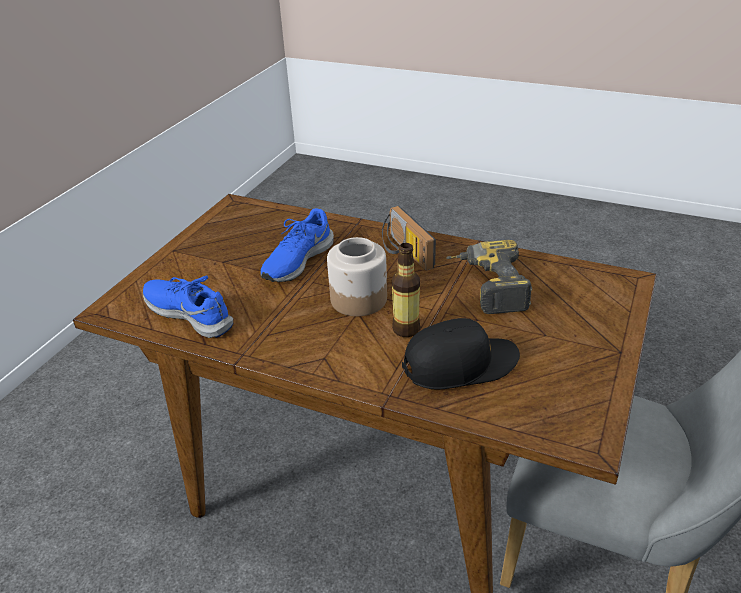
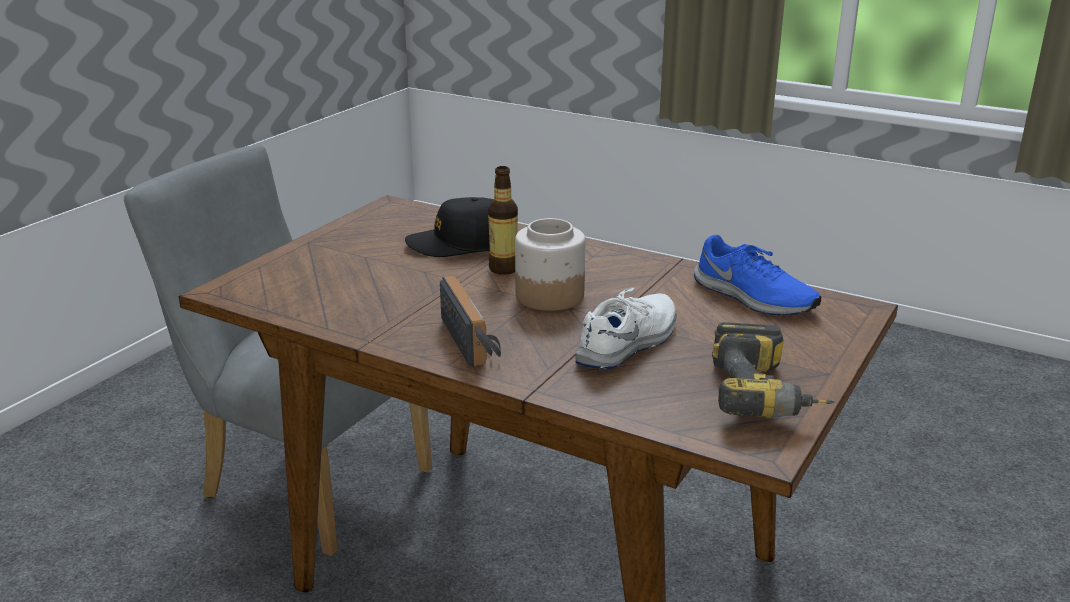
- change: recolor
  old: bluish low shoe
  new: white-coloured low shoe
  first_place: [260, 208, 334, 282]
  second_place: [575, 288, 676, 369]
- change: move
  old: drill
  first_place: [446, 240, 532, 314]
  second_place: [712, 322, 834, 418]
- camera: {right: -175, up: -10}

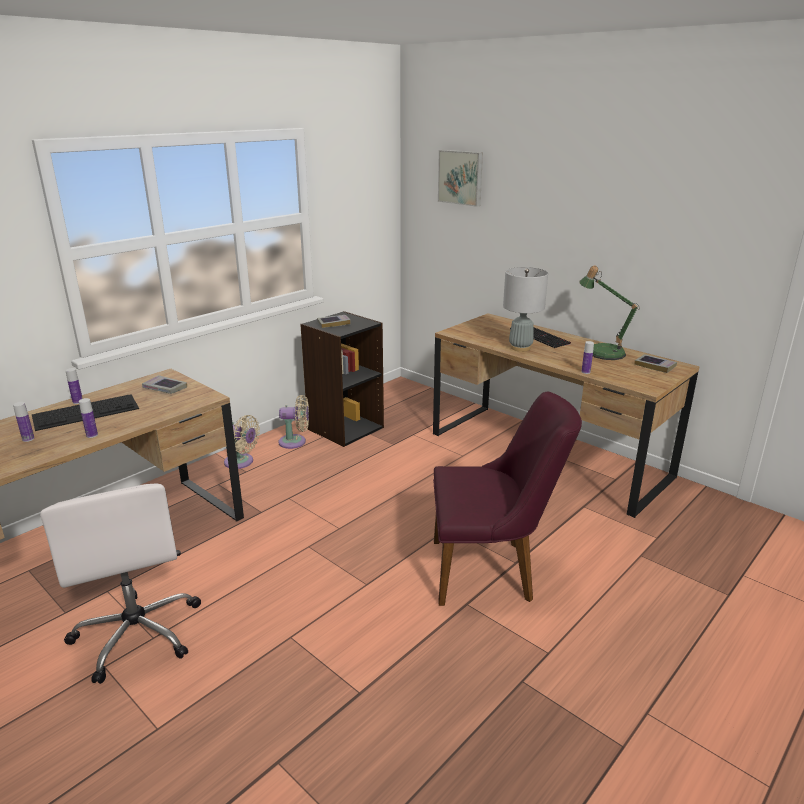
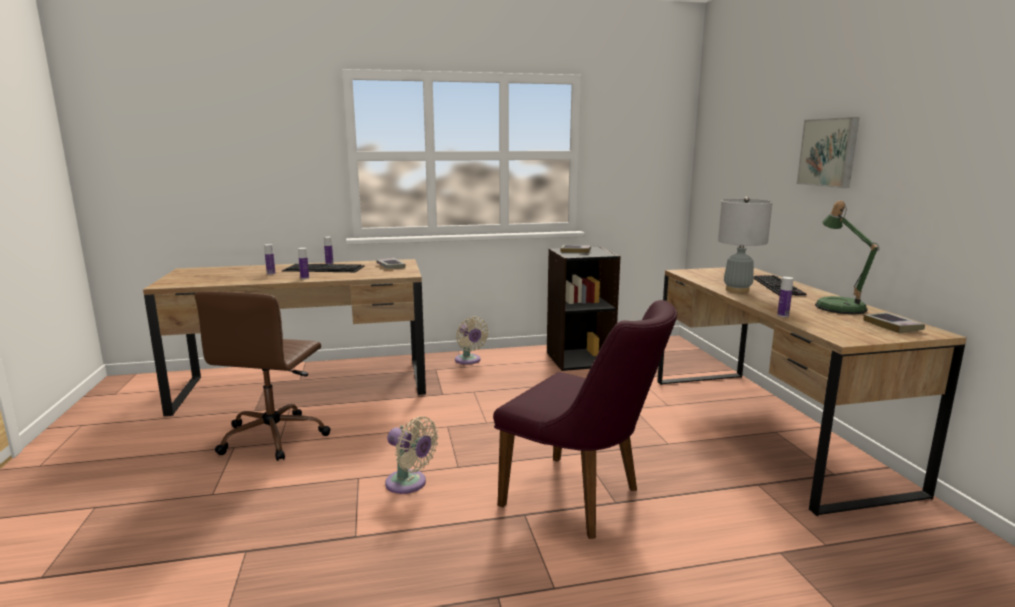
- change: move
  old: picture
  first_place: [438, 150, 483, 207]
  second_place: [797, 117, 860, 188]
- change: move
  old: beige fan
  first_place: [278, 395, 309, 449]
  second_place: [385, 417, 438, 494]
- change: recolor
  old: white-coloured computer chair
  new: brown-coloured computer chair
  first_place: [40, 483, 201, 684]
  second_place: [195, 291, 331, 461]
- camera: {right: 35, up: -10}

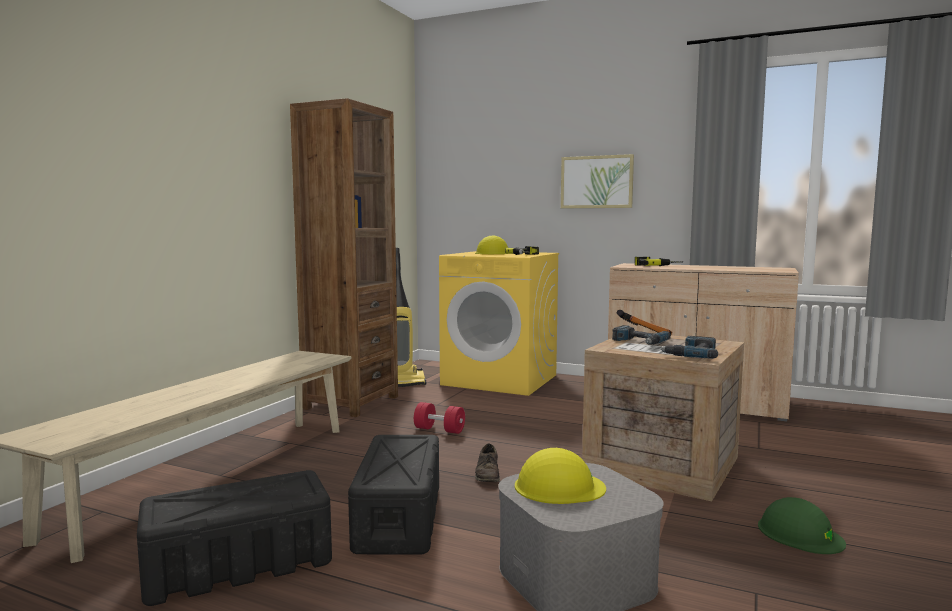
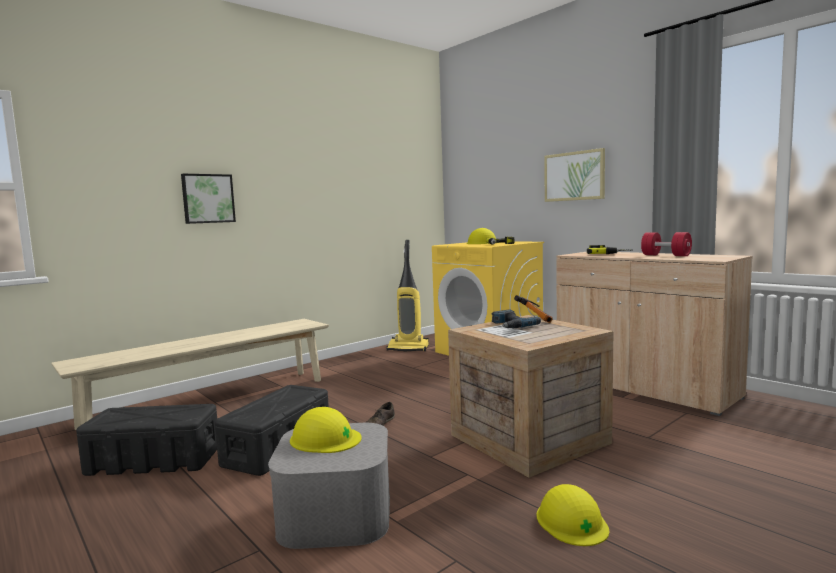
- change: delete
  old: brown-coloured shelving unit
  first_place: [290, 98, 398, 417]
- change: delete
  old: drill
  first_place: [660, 336, 718, 359]
- change: move
  old: red-coloured dumbbell
  first_place: [414, 402, 465, 434]
  second_place: [641, 232, 692, 256]
- change: recolor
  old: green work helmet
  new: yellowish work helmet
  first_place: [758, 497, 846, 554]
  second_place: [537, 484, 609, 546]
- change: insert
  new: picture
  second_place: [181, 174, 236, 224]
- camera: {right: 25, up: 0}

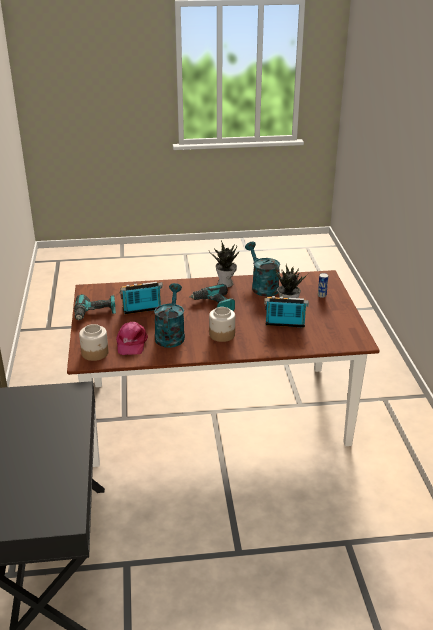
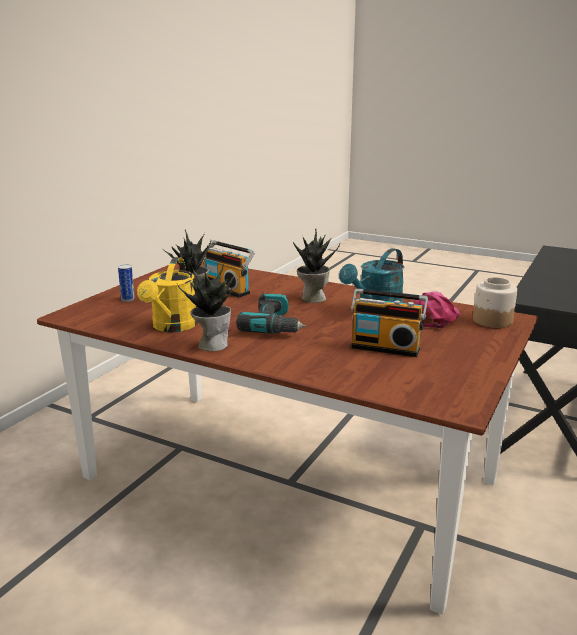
- change: recolor
  old: turquoise sprinkling can
  new: yellowish sprinkling can
  first_place: [245, 242, 280, 296]
  second_place: [137, 257, 198, 332]
- change: delete
  old: drill
  first_place: [74, 294, 116, 320]
- change: replace
  old: storage jar
  new: houseplant
  first_place: [209, 307, 235, 342]
  second_place: [293, 228, 340, 303]
- camera: {right: -145, up: -10}

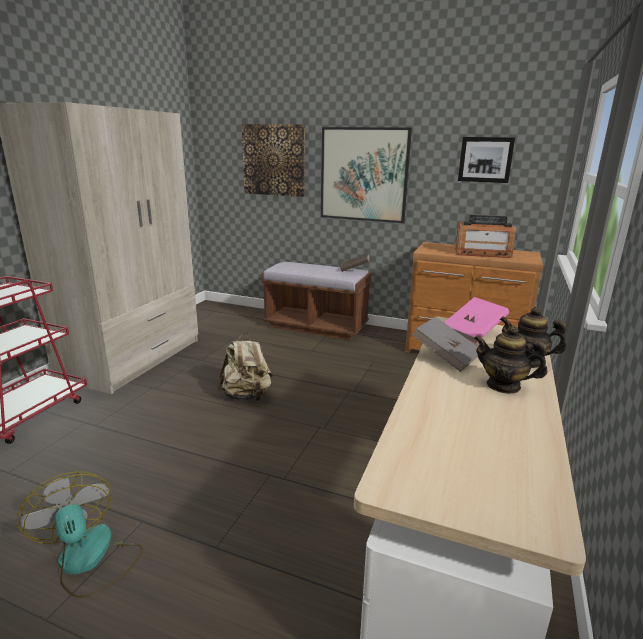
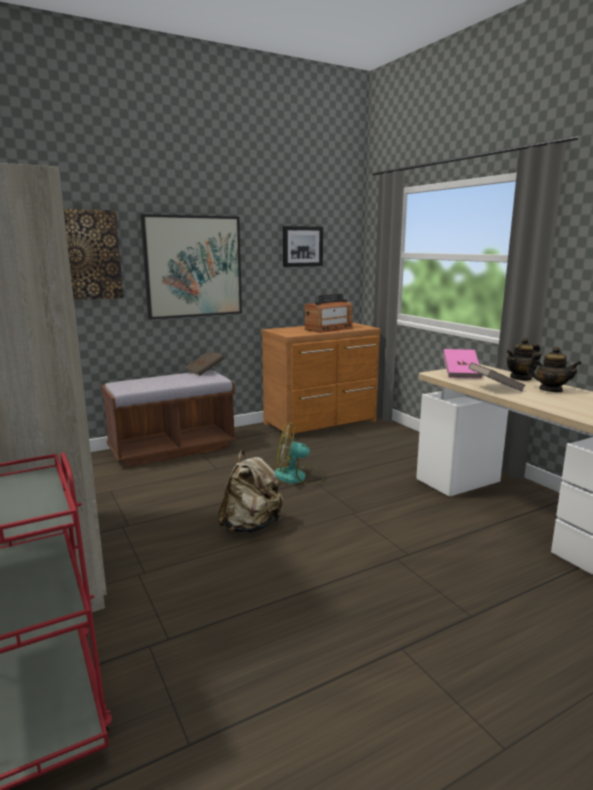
- change: rotate
  old: teapot
  first_place: [474, 326, 547, 394]
  second_place: [527, 346, 582, 392]
  degrees: -120
- change: move
  old: fan
  first_place: [16, 472, 143, 598]
  second_place: [275, 423, 324, 484]
- camera: {right: -50, up: -5}

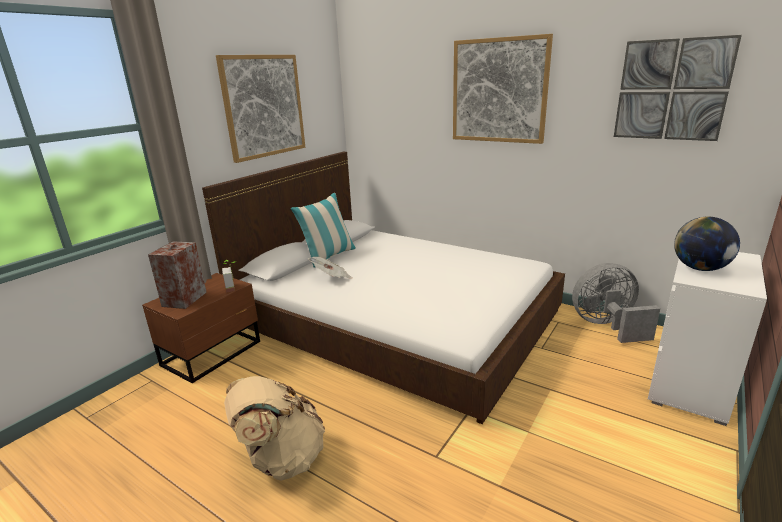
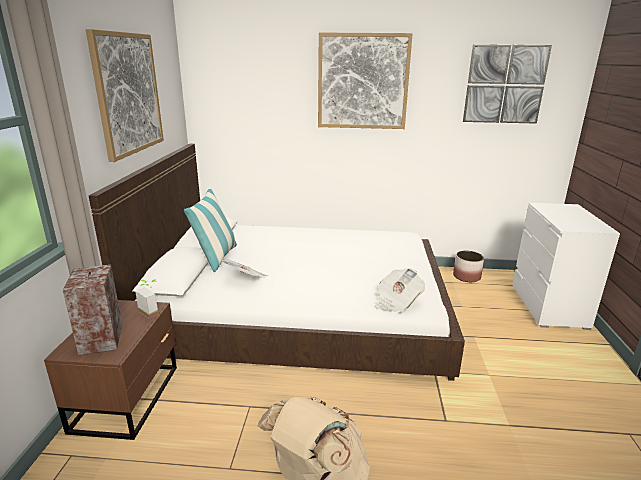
- change: delete
  old: desk globe
  first_place: [674, 217, 740, 271]
- change: replace
  old: gray fan
  new: flower pot
  first_place: [572, 263, 660, 343]
  second_place: [453, 251, 484, 282]
- change: insert
  new: newspaper
  second_place: [375, 268, 425, 313]
- camera: {right: -30, up: 0}

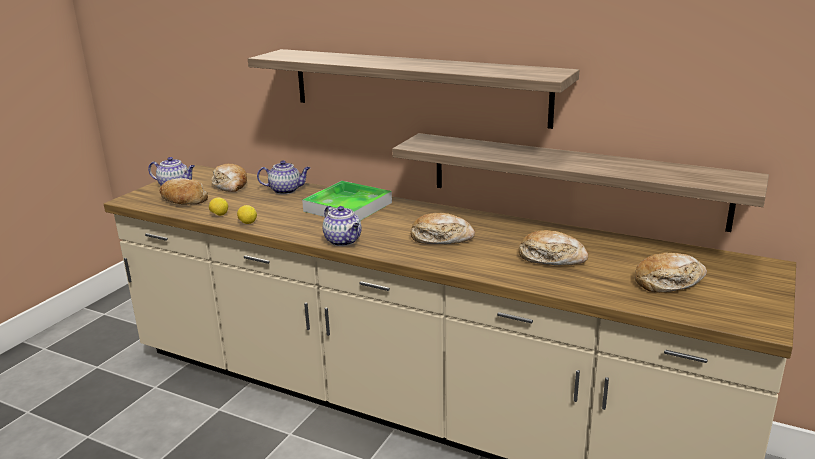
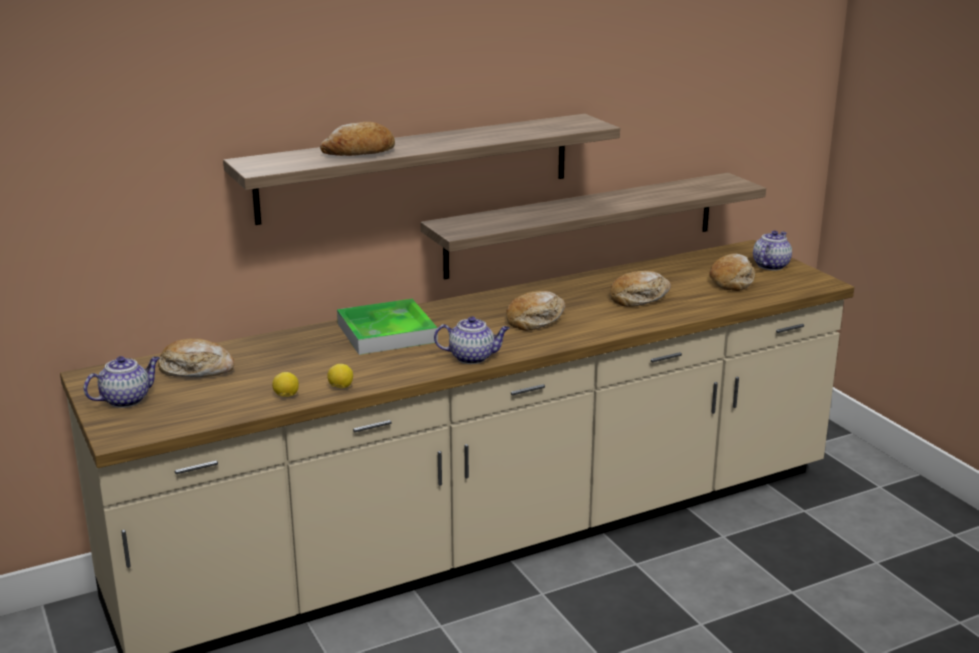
- change: move
  old: teapot
  first_place: [257, 160, 310, 194]
  second_place: [753, 230, 792, 271]
- change: move
  old: bakery bread
  first_place: [160, 178, 208, 205]
  second_place: [320, 122, 395, 156]
- camera: {right: -55, up: 0}

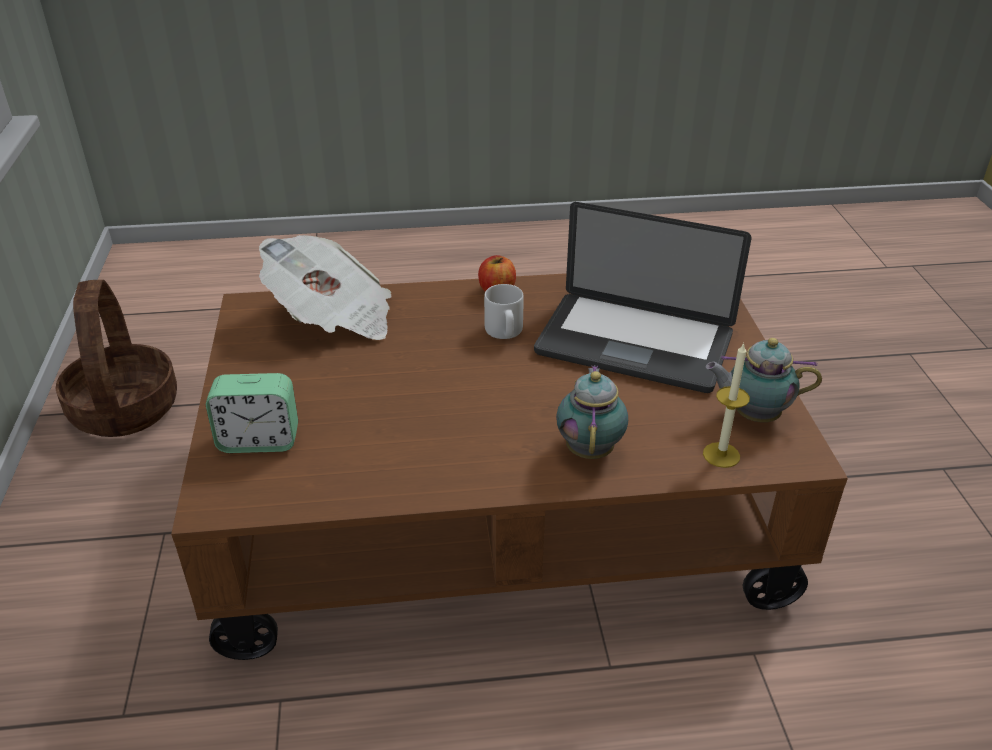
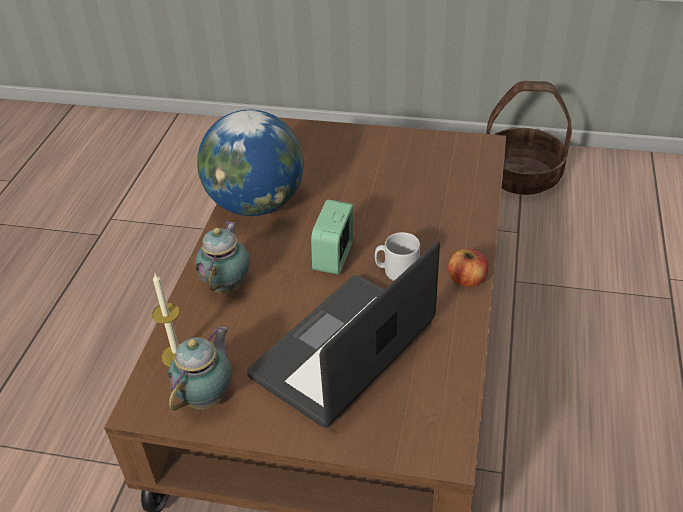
- change: delete
  old: newspaper
  first_place: [259, 235, 392, 340]
- change: rotate
  old: teapot
  first_place: [556, 365, 628, 459]
  second_place: [195, 221, 250, 293]
  degrees: -105
- change: move
  old: alarm clock
  first_place: [206, 373, 298, 453]
  second_place: [311, 199, 354, 274]
- change: insert
  new: desk globe
  second_place: [197, 110, 304, 216]
- camera: {right: 110, up: 5}

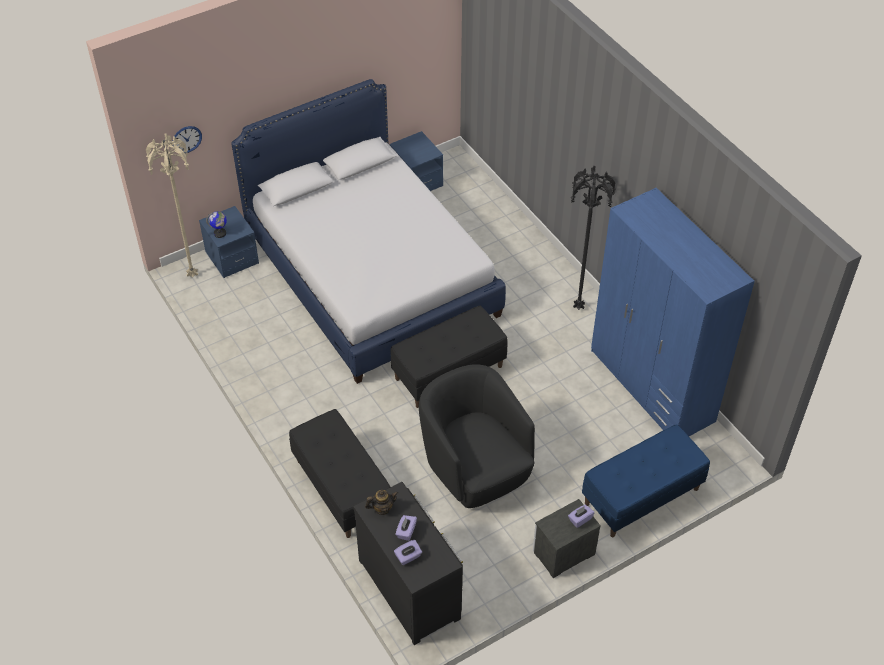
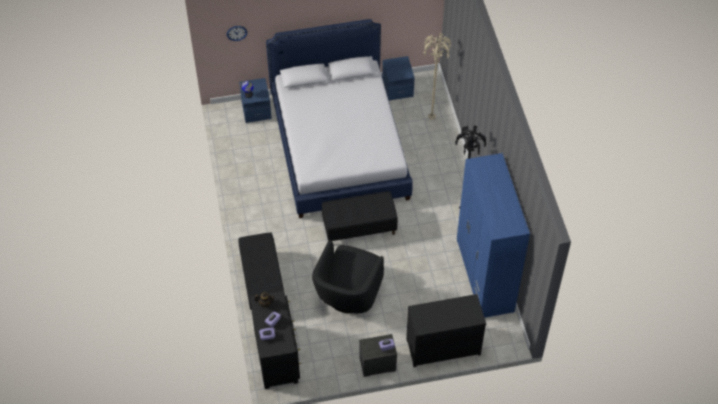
- change: move
  old: beige standing lamp
  first_place: [146, 133, 198, 278]
  second_place: [424, 33, 451, 120]
- change: rotate
  old: blackish lounge chair
  first_place: [419, 364, 535, 508]
  second_place: [312, 240, 384, 313]
  degrees: -150
- change: replace
  old: bluish indoor bench
  new: blackish dresser
  first_place: [582, 424, 710, 537]
  second_place: [406, 294, 486, 367]
- camera: {right: 20, up: 5}

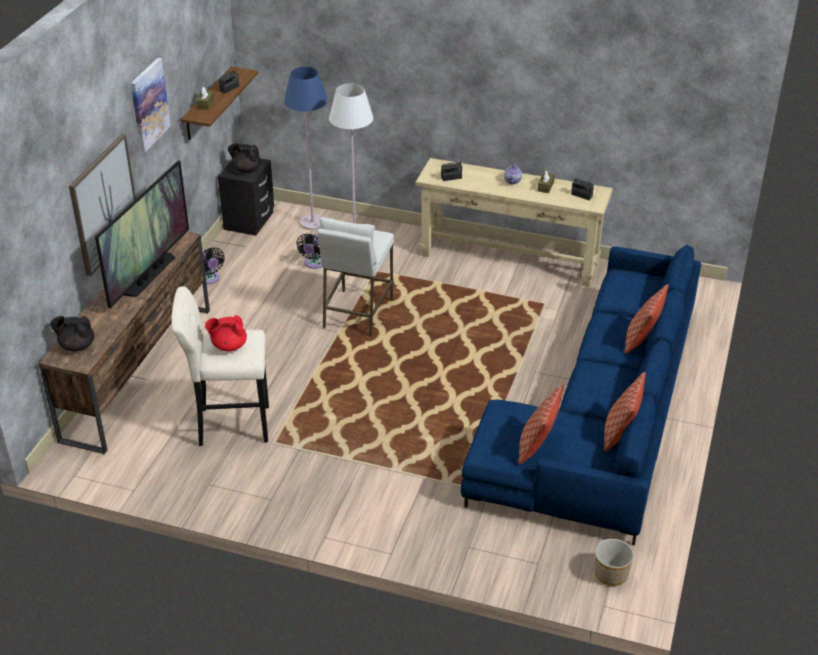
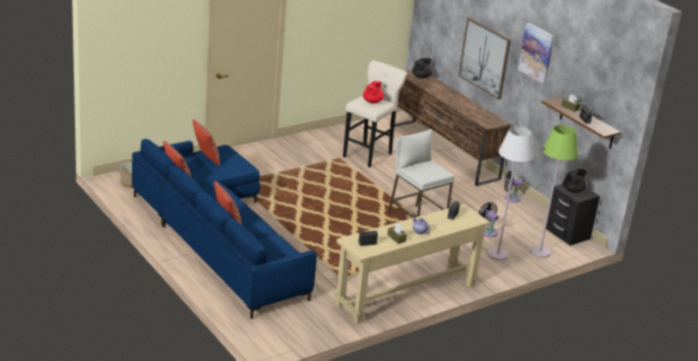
- change: recolor
  old: bluish standing lamp
  new: green standing lamp
  first_place: [284, 67, 328, 230]
  second_place: [530, 125, 578, 258]
- change: delete
  old: TV
  first_place: [95, 160, 189, 308]
- camera: {right: 125, up: -10}

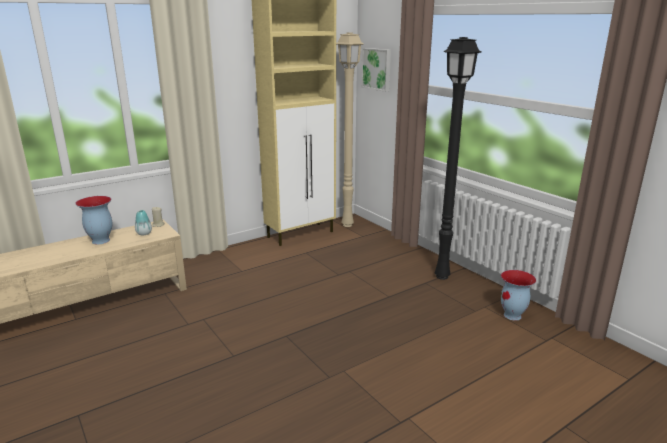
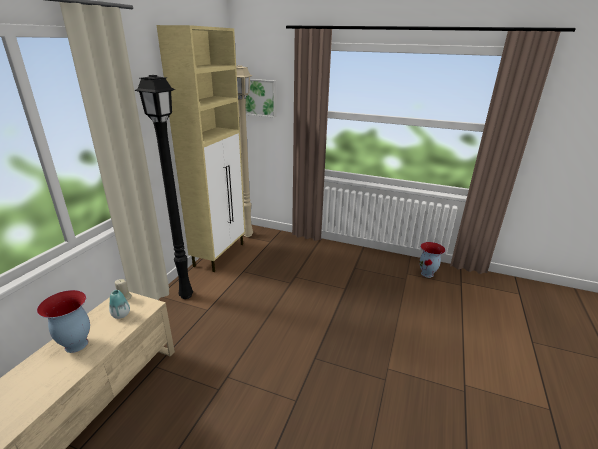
- change: move
  old: blackish standing lamp
  first_place: [435, 37, 481, 280]
  second_place: [134, 75, 193, 299]
- camera: {right: -35, up: 5}

